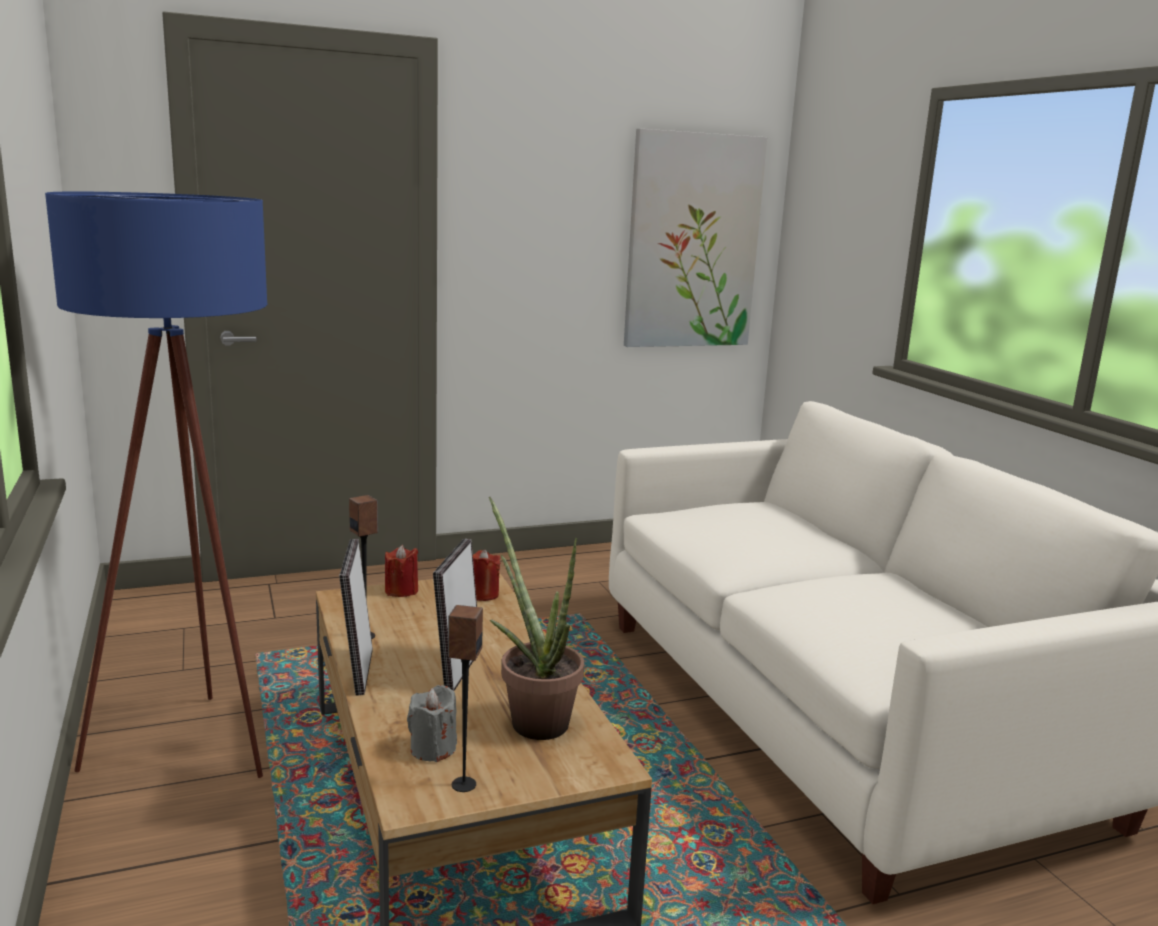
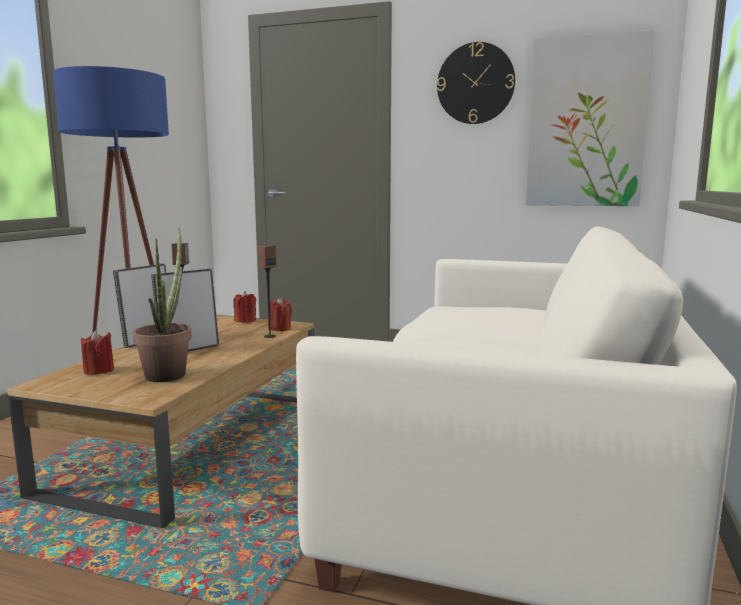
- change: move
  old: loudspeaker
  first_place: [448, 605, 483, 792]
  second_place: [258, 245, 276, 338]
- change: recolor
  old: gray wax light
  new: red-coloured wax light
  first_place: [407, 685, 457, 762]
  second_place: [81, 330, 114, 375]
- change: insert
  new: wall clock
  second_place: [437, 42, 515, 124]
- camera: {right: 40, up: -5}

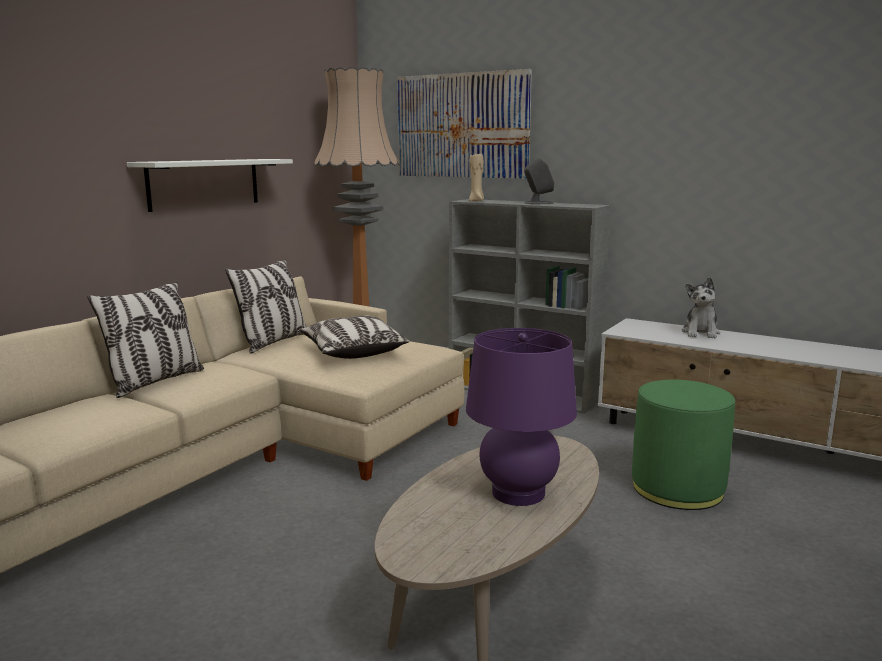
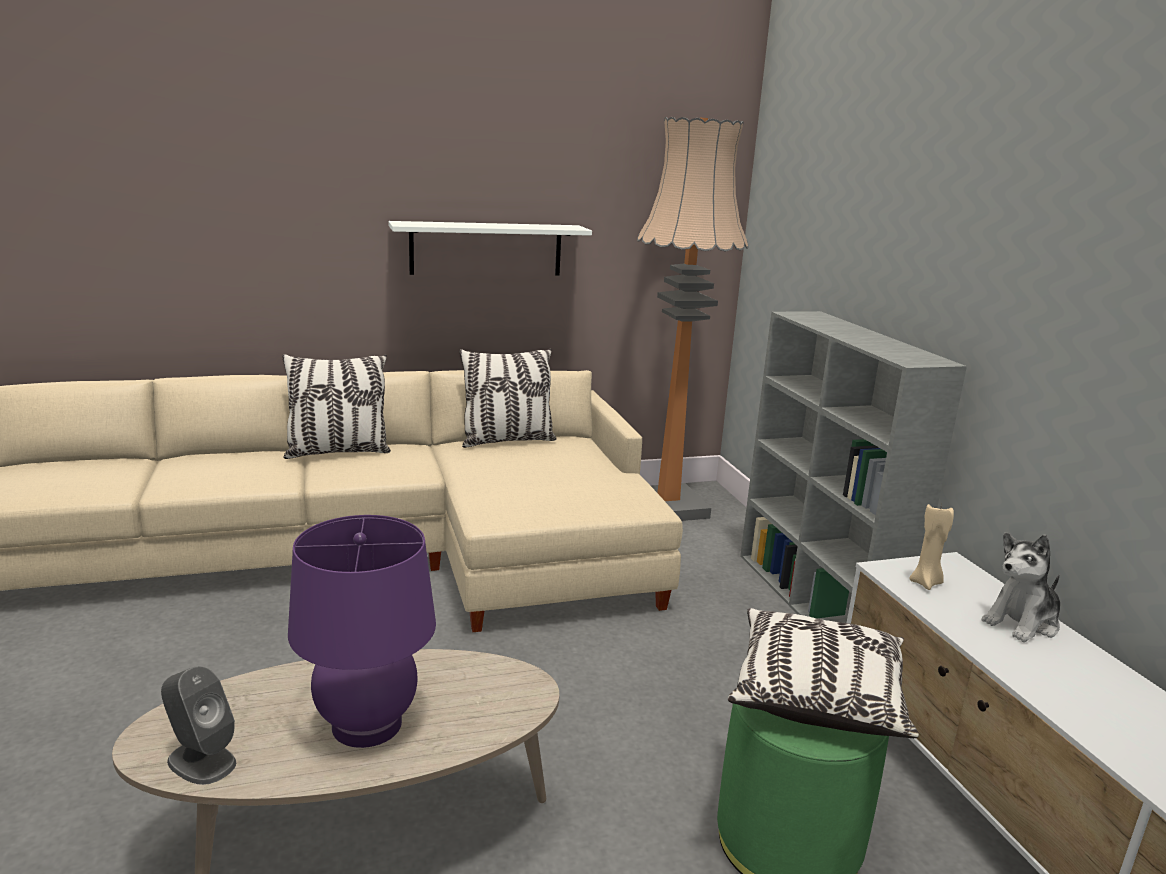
- change: delete
  old: picture
  first_place: [397, 69, 532, 179]
- change: move
  old: beige wax light
  first_place: [469, 154, 484, 201]
  second_place: [909, 504, 954, 590]
- change: move
  old: gray loudspeaker
  first_place: [524, 158, 554, 204]
  second_place: [161, 666, 236, 785]
- change: move
  old: cushion
  first_place: [300, 315, 409, 359]
  second_place: [728, 608, 919, 738]
- camera: {right: 40, up: 5}

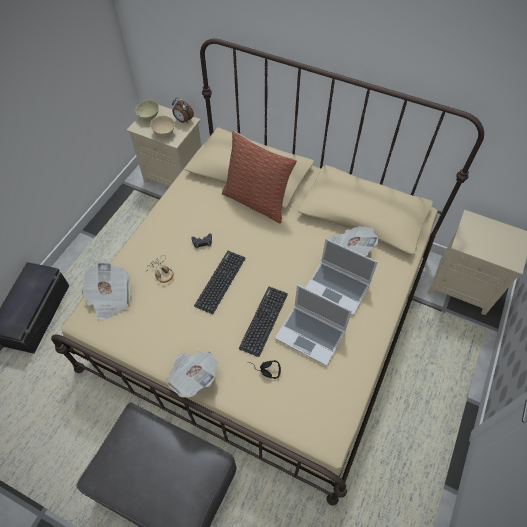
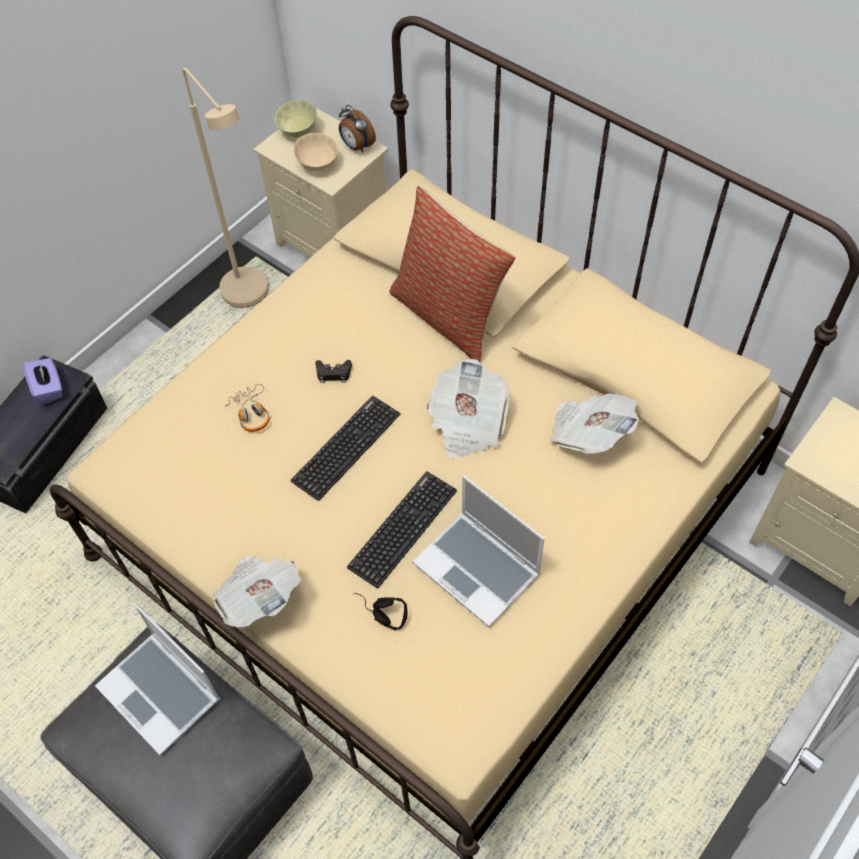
- change: move
  old: portable computer
  first_place: [306, 239, 378, 316]
  second_place: [95, 604, 220, 756]
- change: move
  old: newspaper
  first_place: [81, 261, 130, 321]
  second_place: [427, 359, 511, 459]
- change: insert
  new: beige standing lamp
  second_place: [182, 68, 268, 308]
- change: insert
  new: purplish tissue holder
  second_place: [23, 358, 63, 405]
- camera: {right: 15, up: 0}

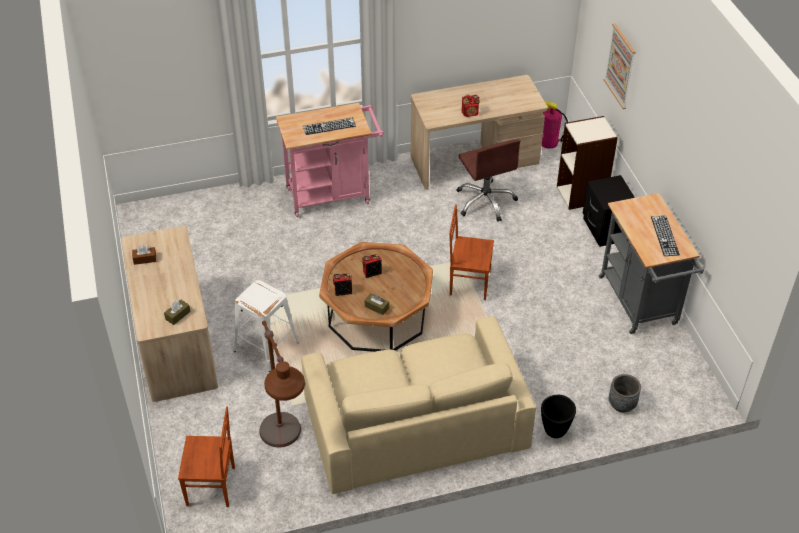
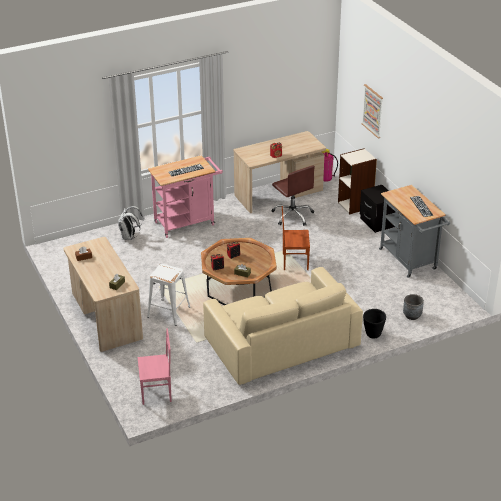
- change: delete
  old: brown-coloured standing lamp
  first_place: [259, 320, 305, 447]
- change: recolor
  old: brown-coloured plain chair
  new: pink plain chair
  first_place: [178, 407, 235, 507]
  second_place: [138, 328, 172, 405]
- change: insert
  new: white-coloured backpack
  second_place: [118, 206, 143, 240]
- camera: {right: -10, up: -10}

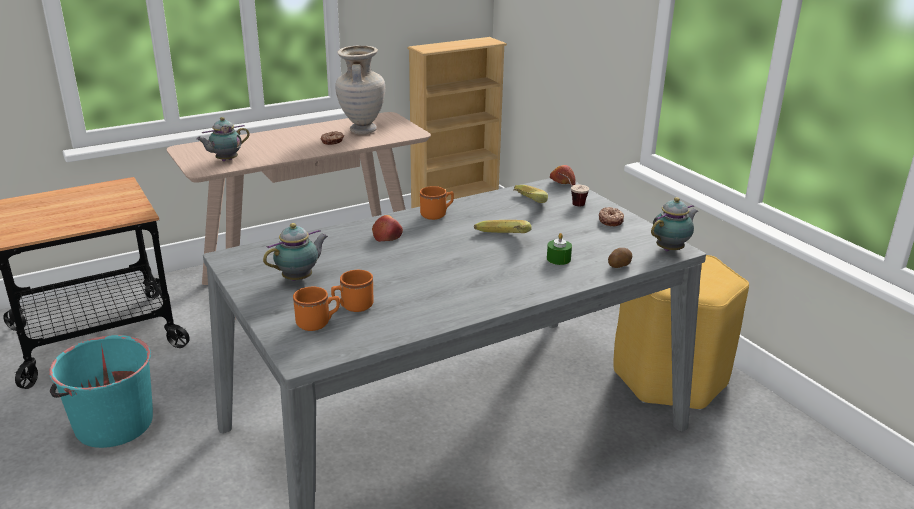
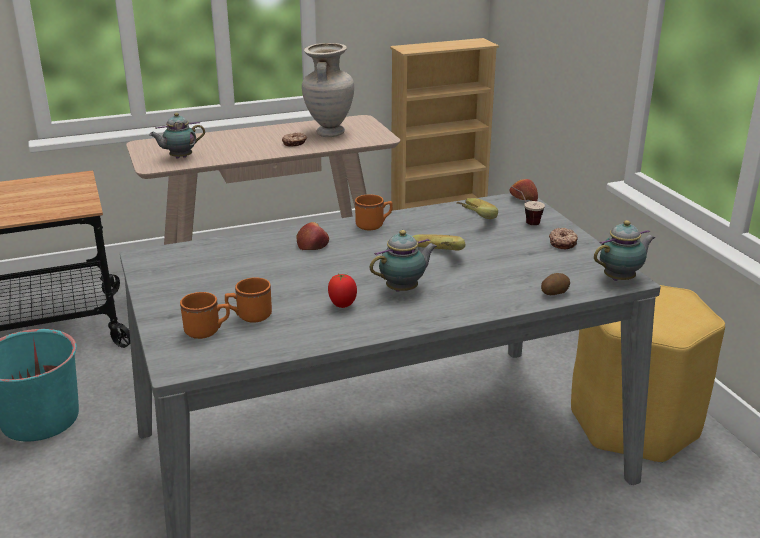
- change: move
  old: teapot
  first_place: [263, 223, 328, 281]
  second_place: [370, 230, 437, 292]
- change: delete
  old: green wax light
  first_place: [547, 233, 572, 265]
- change: insert
  new: tomato
  second_place: [328, 274, 357, 308]
- camera: {right: 10, up: 0}

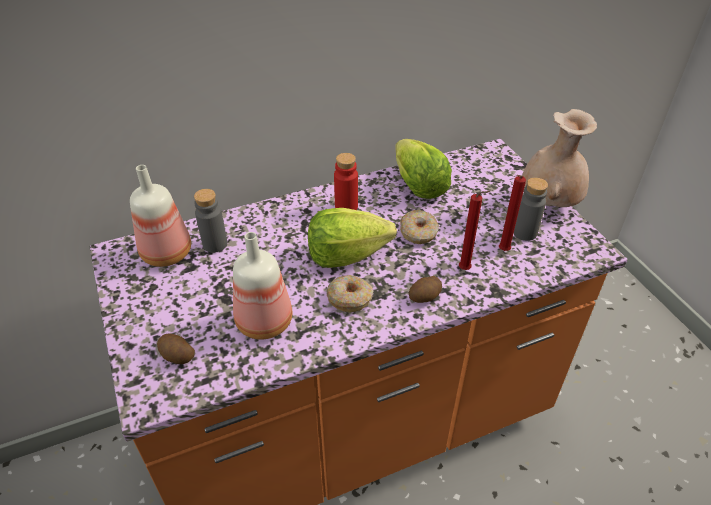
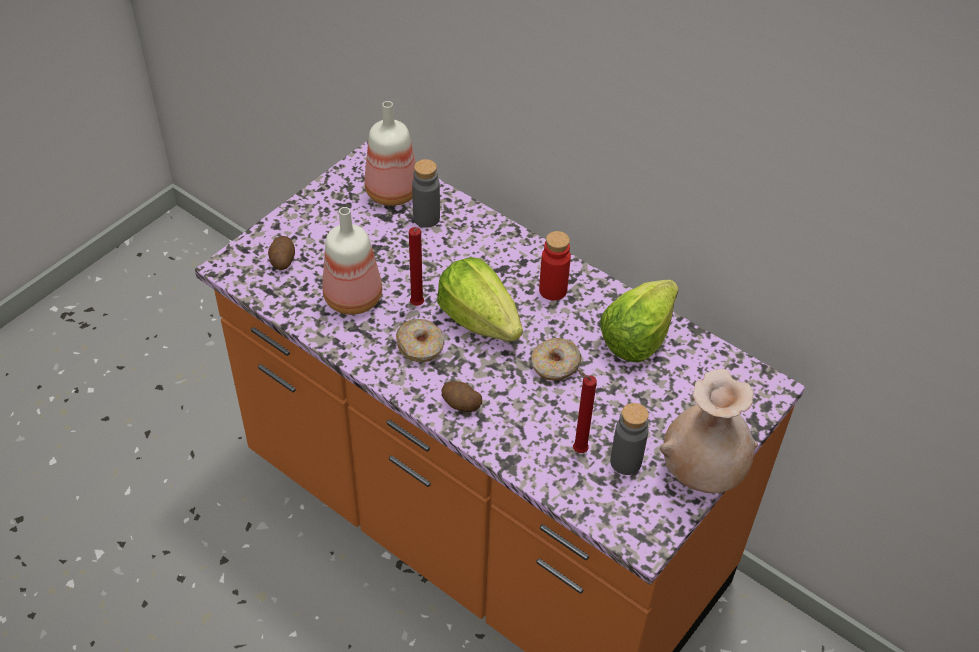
- change: move
  old: red-coloured wax light
  first_place: [459, 191, 490, 270]
  second_place: [409, 227, 424, 306]
- camera: {right: 60, up: 5}

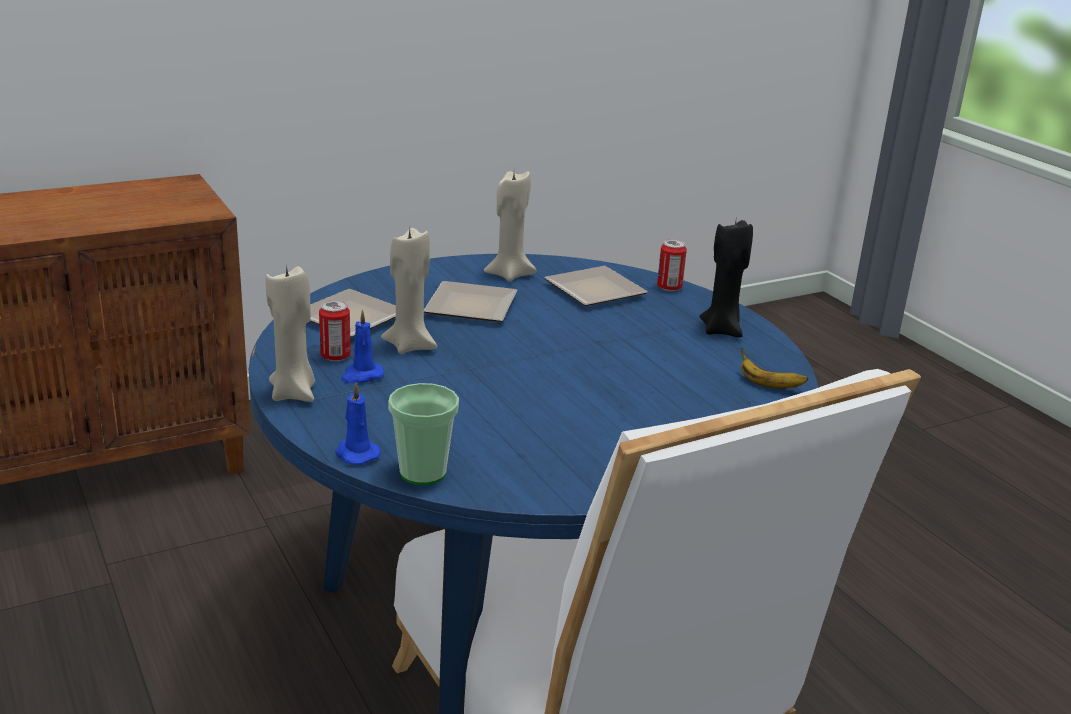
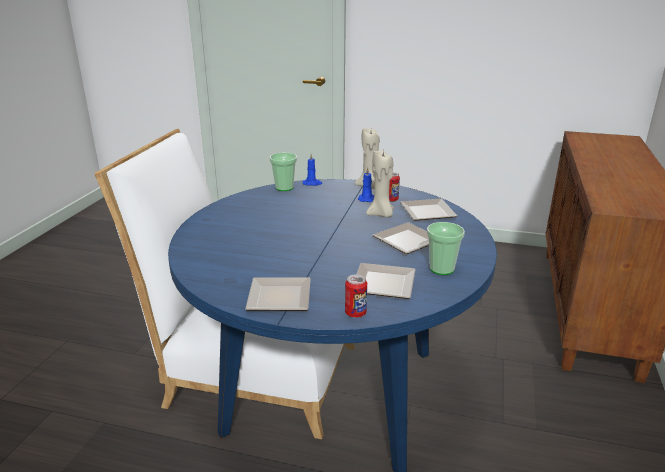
- change: replace
  old: beige wax light
  new: cup
  first_place: [484, 171, 537, 282]
  second_place: [427, 222, 465, 275]
- change: replace
  old: blackish wax light
  new: flat dish
  first_place: [700, 220, 753, 337]
  second_place: [245, 277, 311, 311]
- change: delete
  old: whole banana
  first_place: [741, 348, 808, 389]
- camera: {right: 135, up: 0}

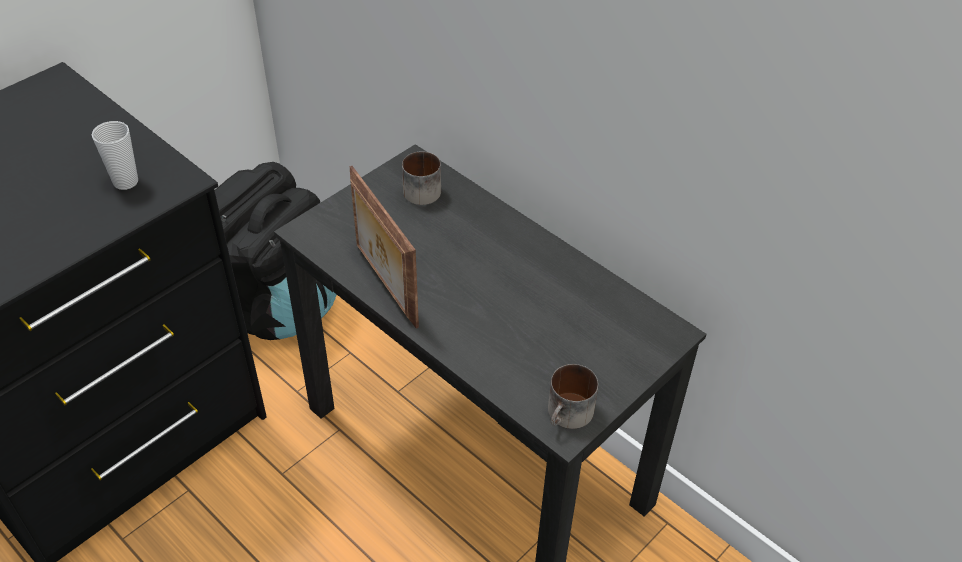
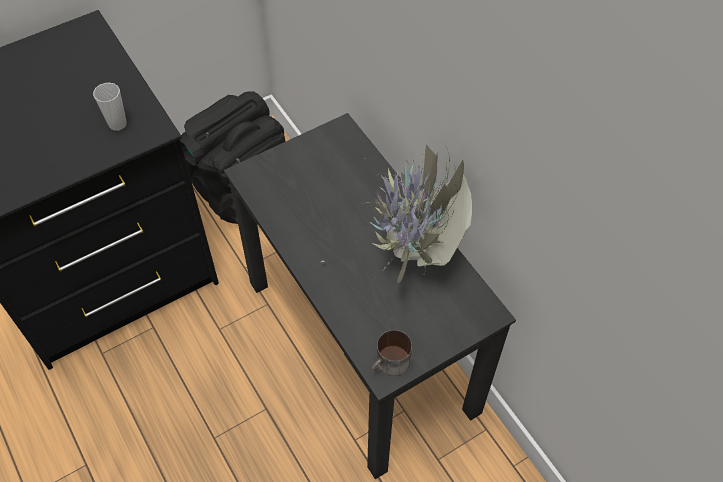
- change: delete
  old: coffee mug
  first_place: [402, 151, 441, 205]
- change: delete
  old: photo frame
  first_place: [350, 166, 419, 329]
- change: insert
  new: houseplant
  second_place: [321, 138, 472, 283]
- camera: {right: 15, up: 10}

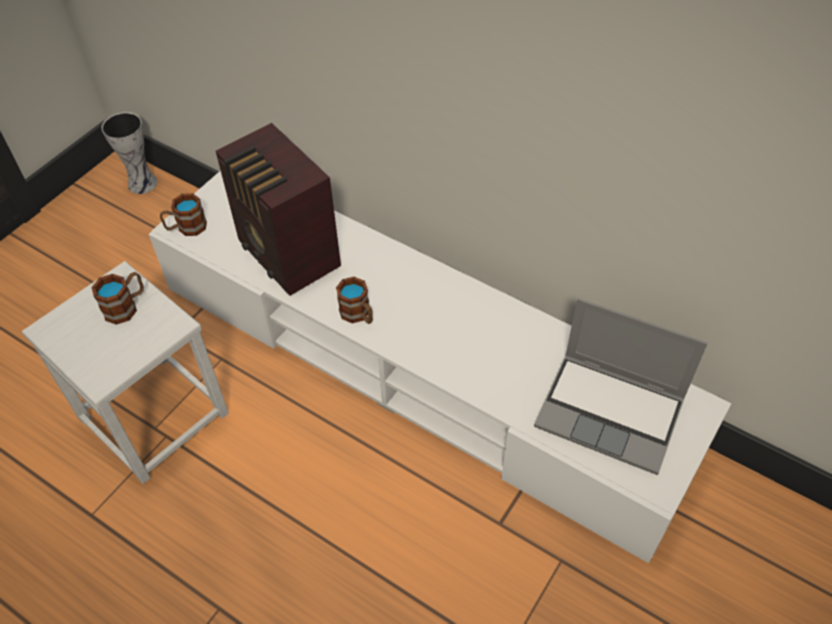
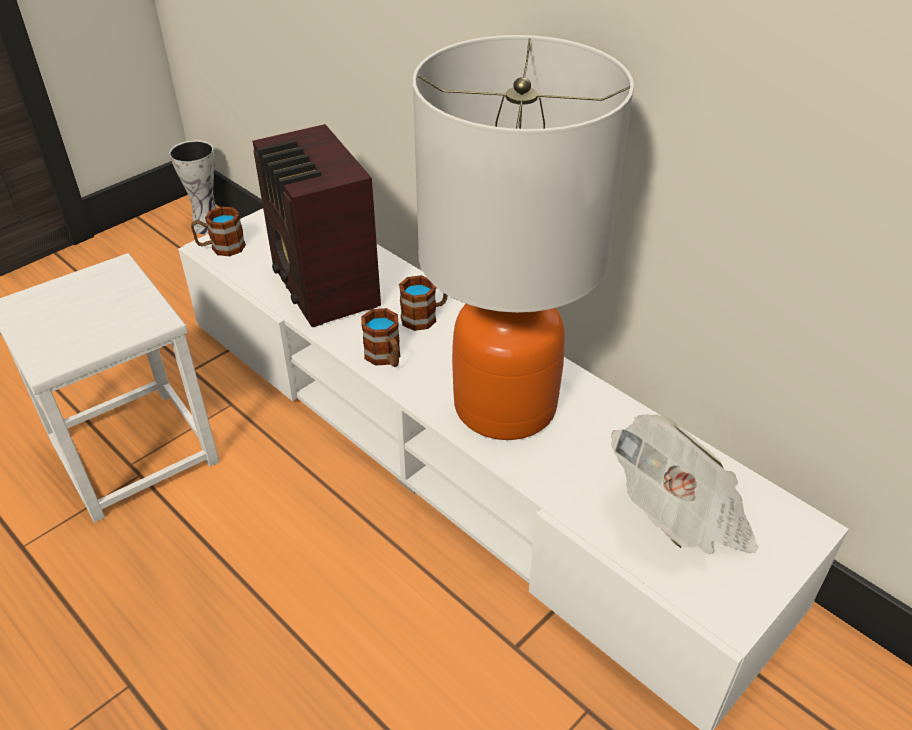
- change: move
  old: coffee mug
  first_place: [91, 272, 144, 325]
  second_place: [399, 275, 447, 331]
- change: replace
  old: portable computer
  new: newspaper
  first_place: [534, 298, 708, 475]
  second_place: [611, 414, 758, 554]
- change: insert
  new: lamp for a table
  second_place: [412, 35, 634, 440]
- camera: {right: 10, up: -10}

